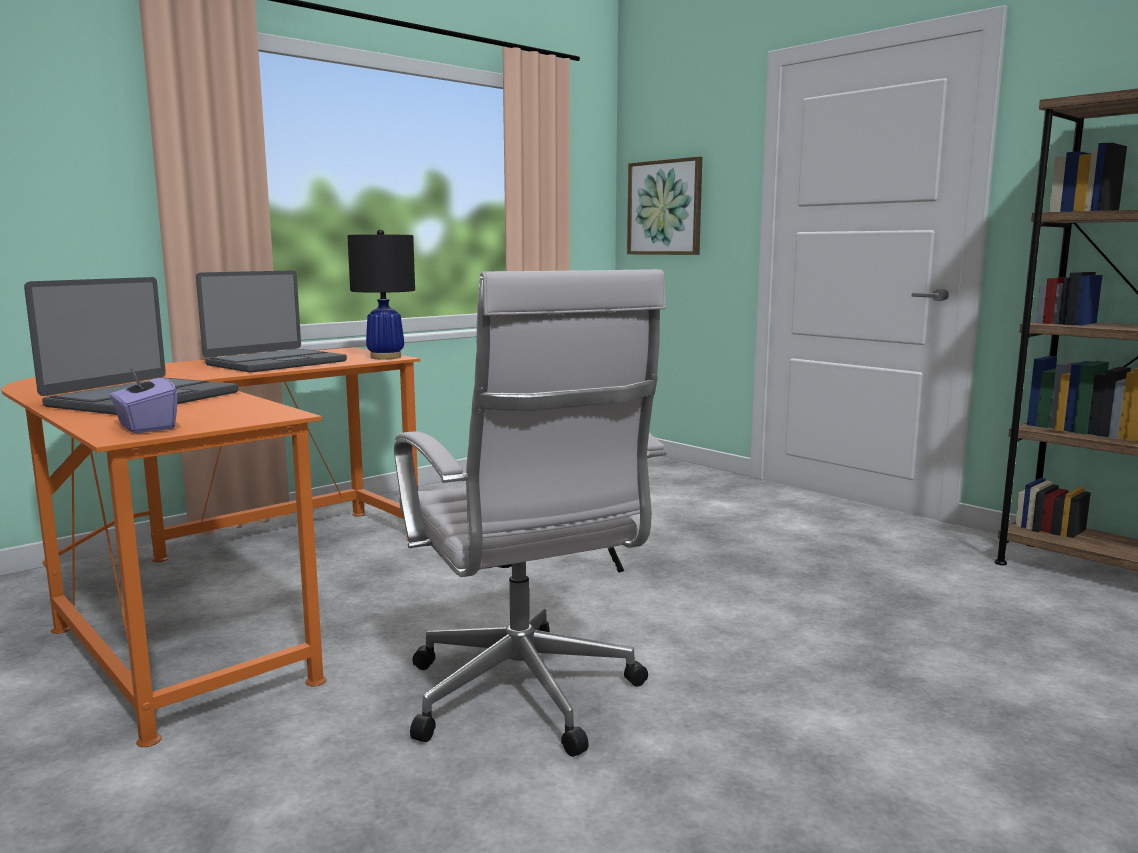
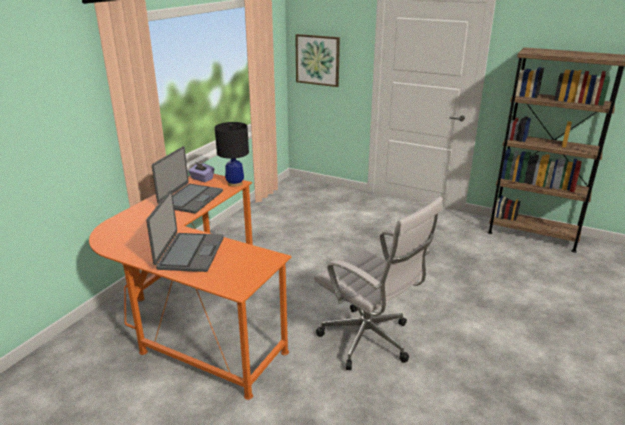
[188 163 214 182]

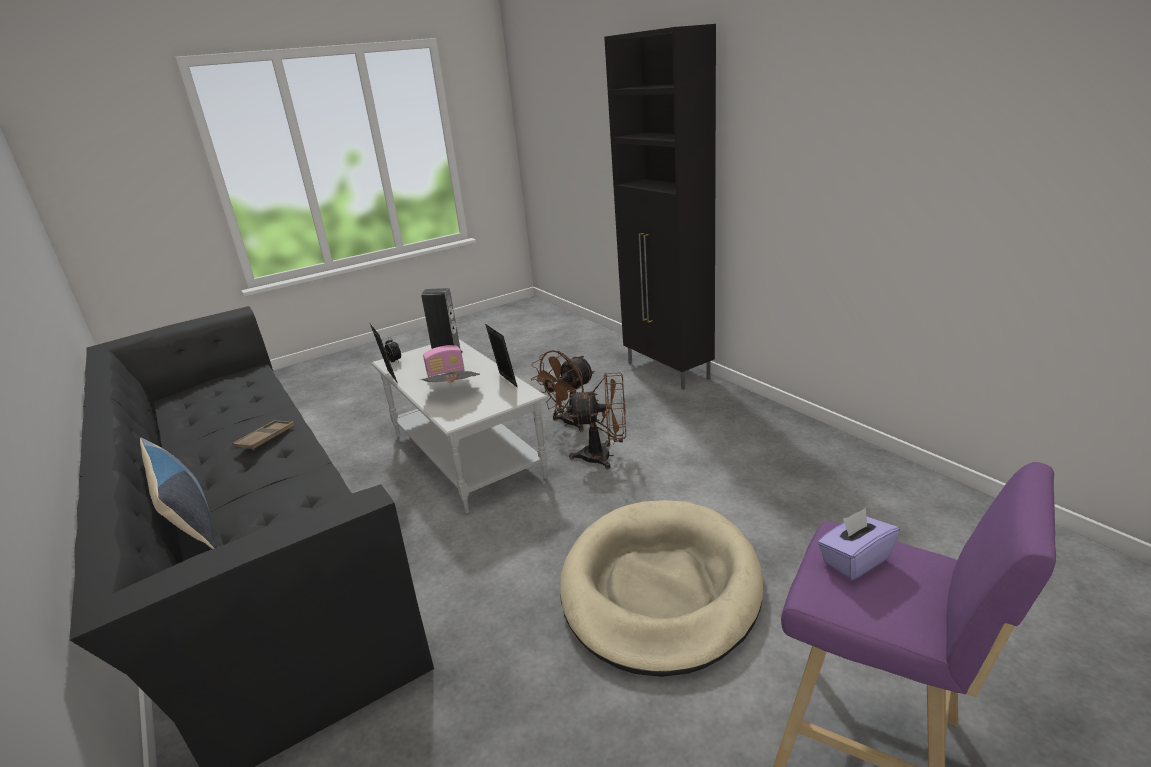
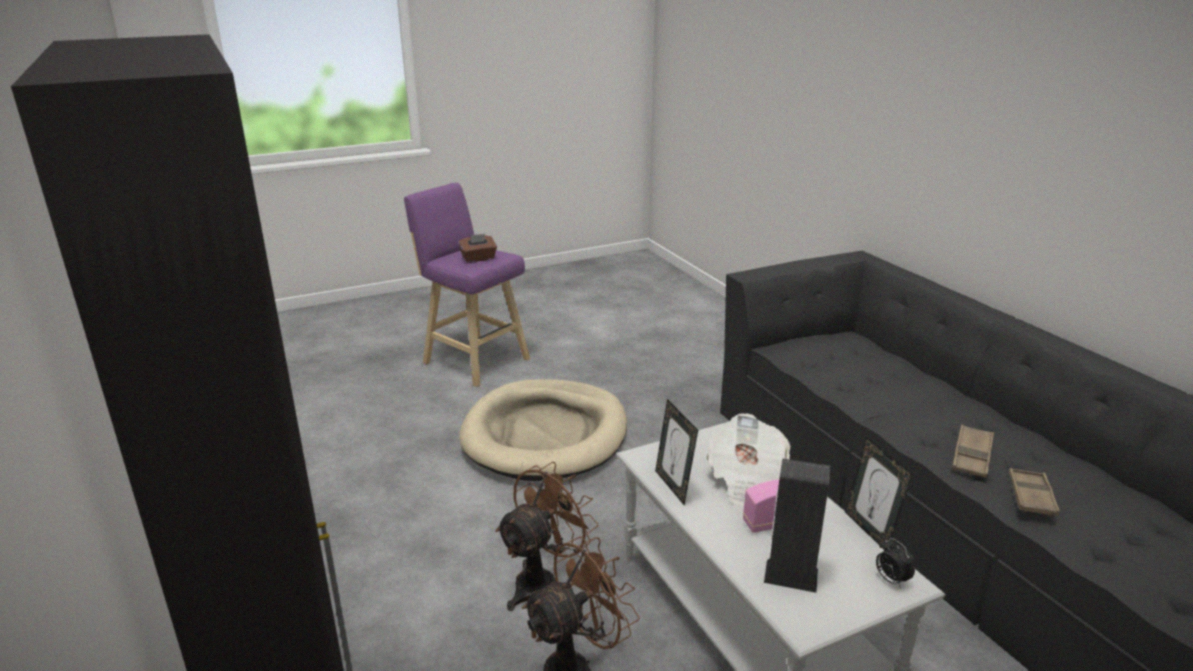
[140 438 216 549] (first image)
[1009 468 1060 517]
[458 234 497 263]
[495 462 599 611]

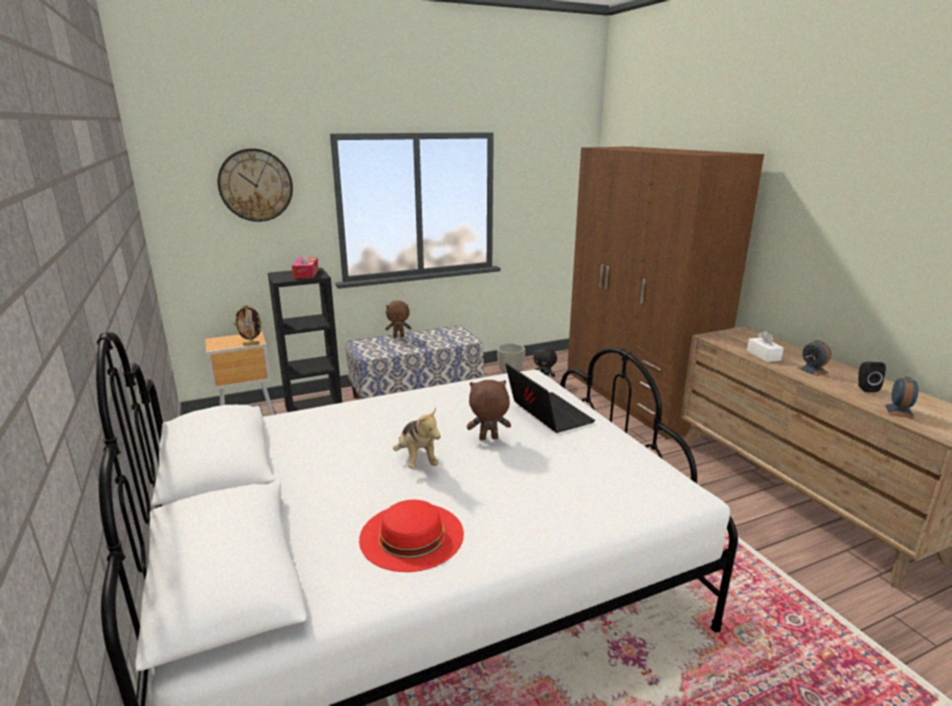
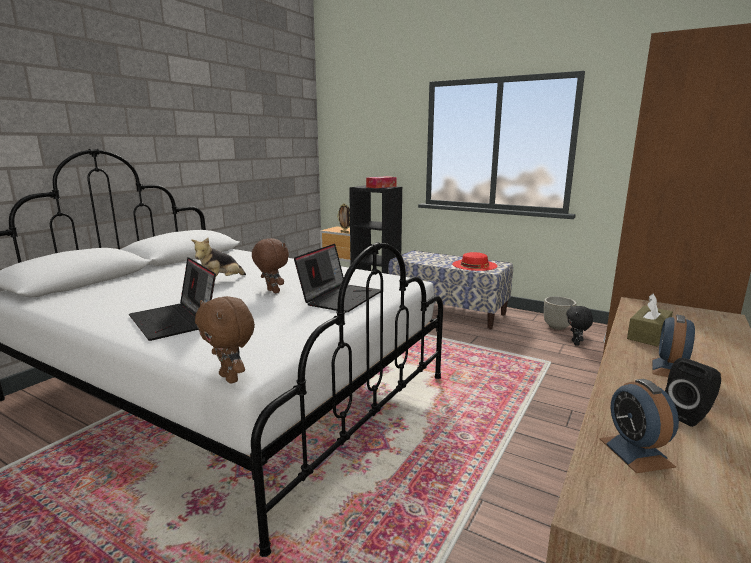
[218 148 293 222] (first image)
[129 257 216 341]
[452 252 498 271]
[195 296 255 384]
[627 294 673 346]
[599 379 679 473]

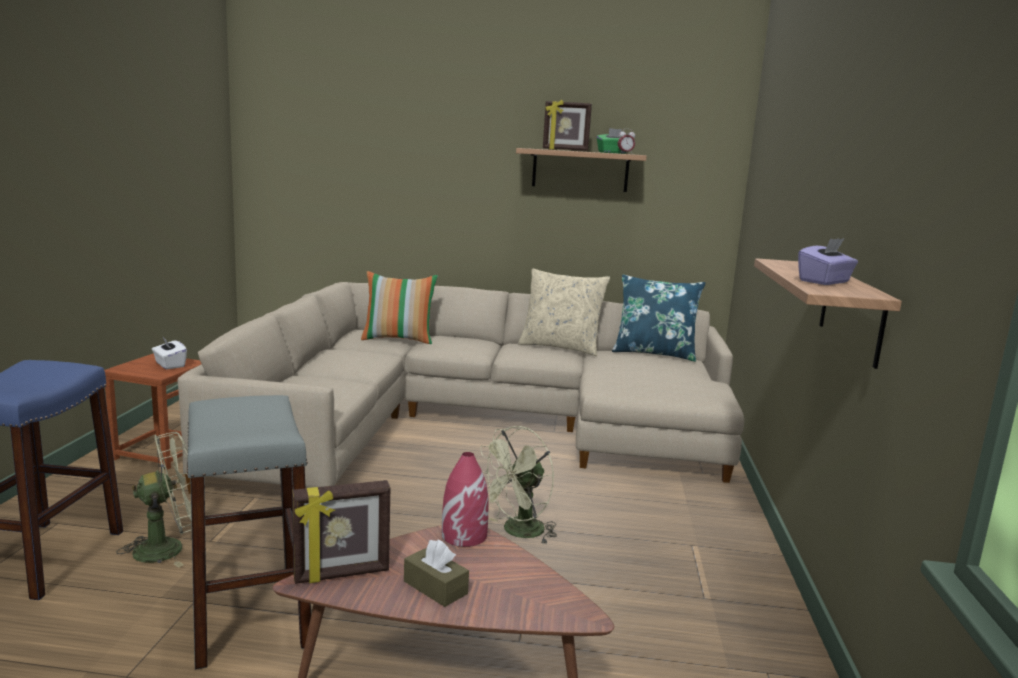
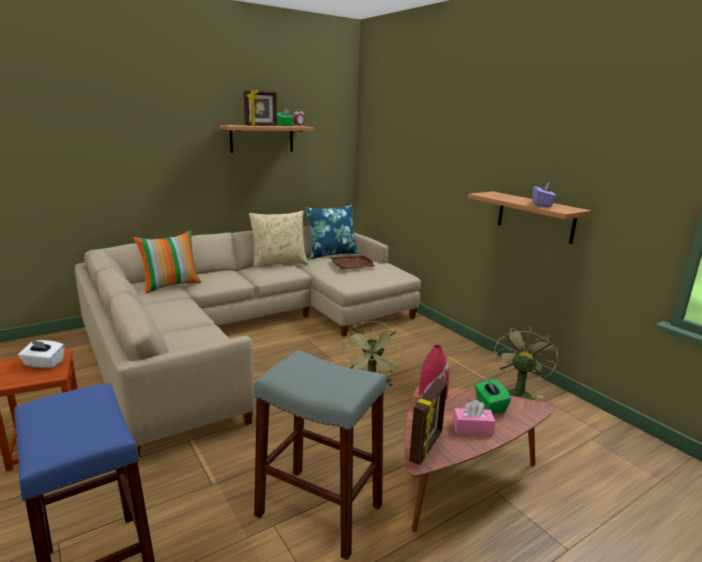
[331 255 375 269]
[474 377 511 413]
[494 326 558 400]
[453 400 496 435]

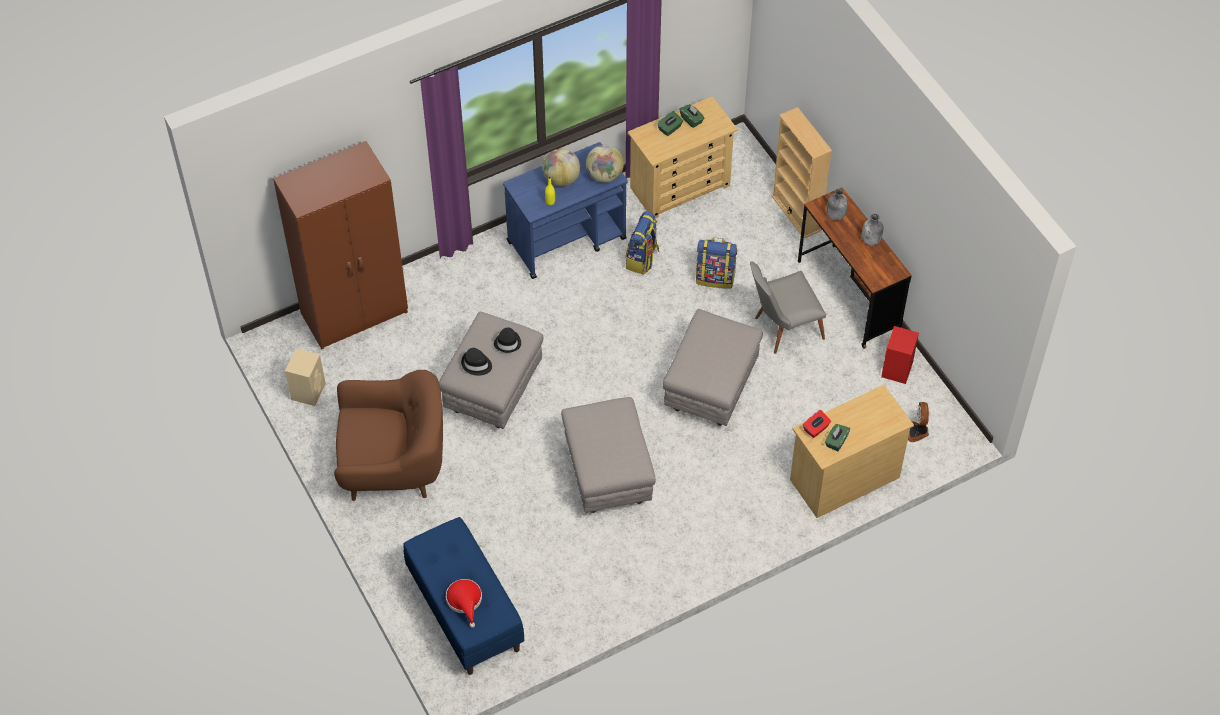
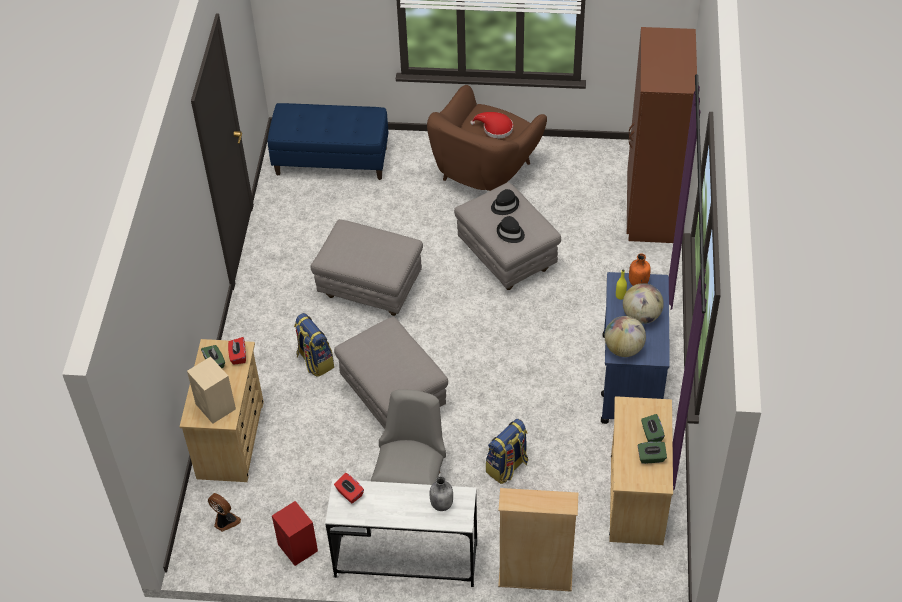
[862 214 883 246] (first image)
[334 473 364 503]
[629 253 651 286]
[187 357 236 424]
[470 112 513 139]
[294 313 334 377]
[325 479 477 587]

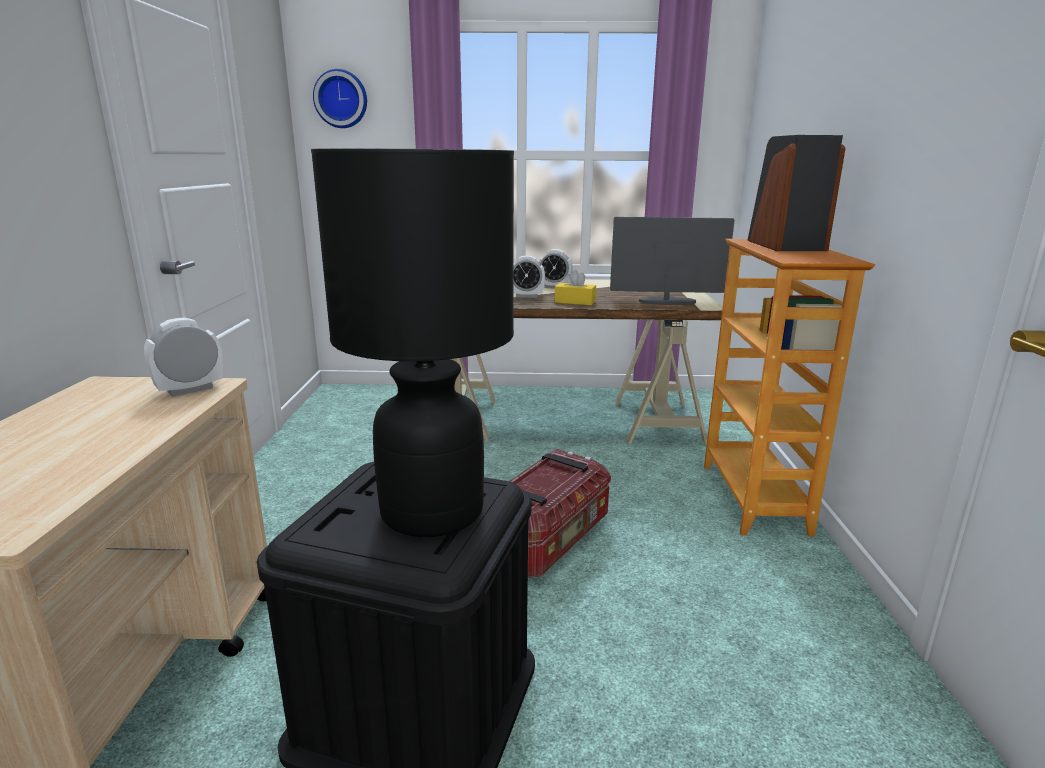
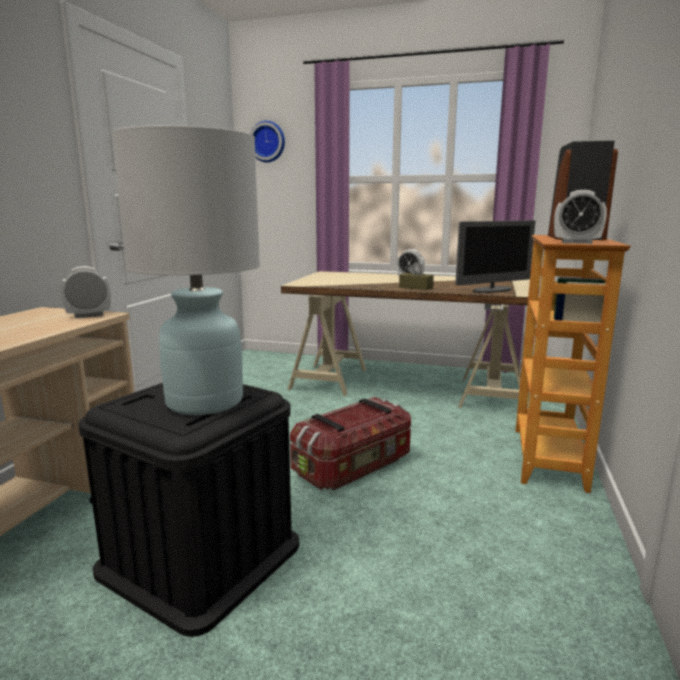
[554 190 607 244]
[112 125 260 415]
[399 262 434 290]
[455 220 536 293]

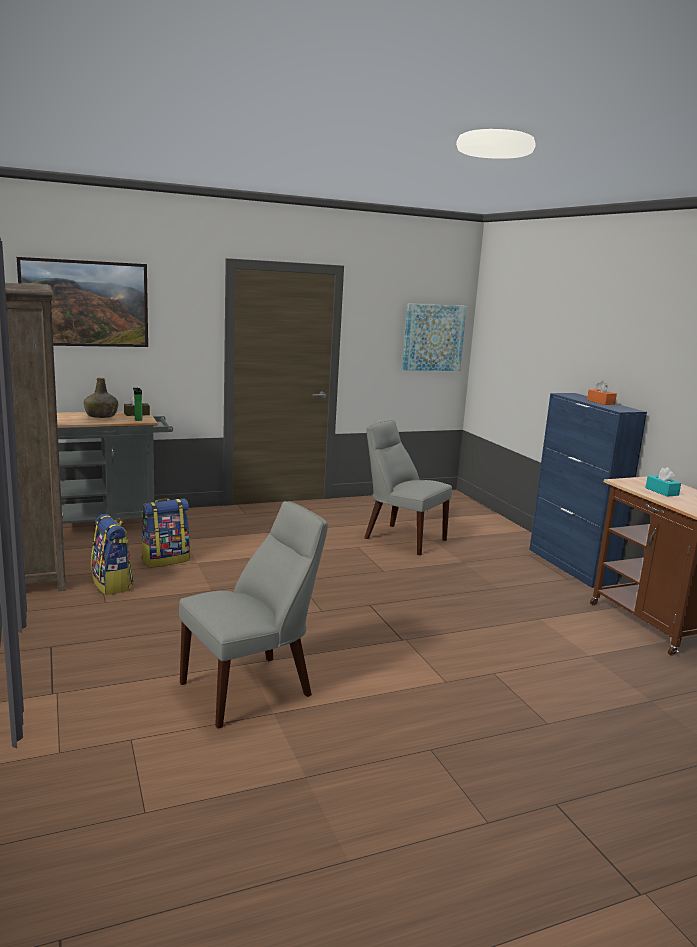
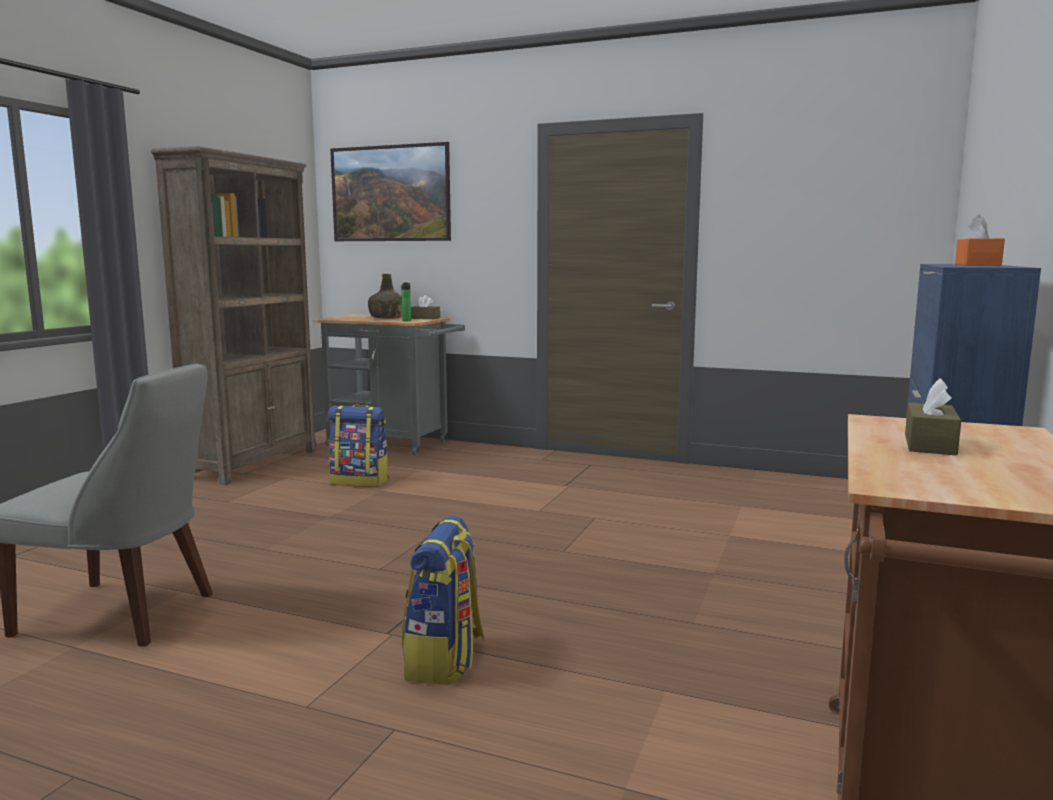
[364 420 452 556] (first image)
[402 303 467 371] (first image)
[402 516 484 685]
[905 378 961 455]

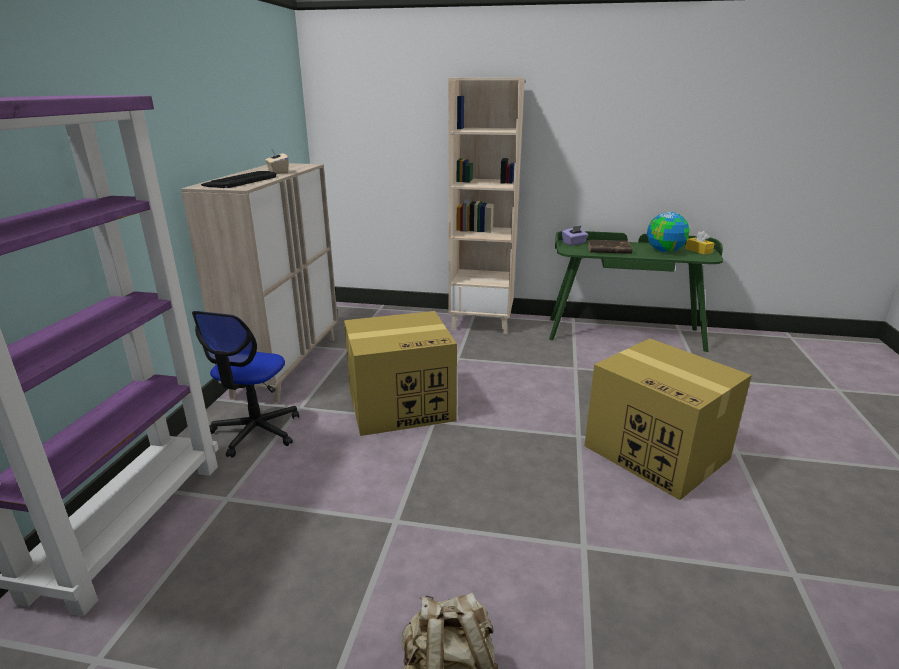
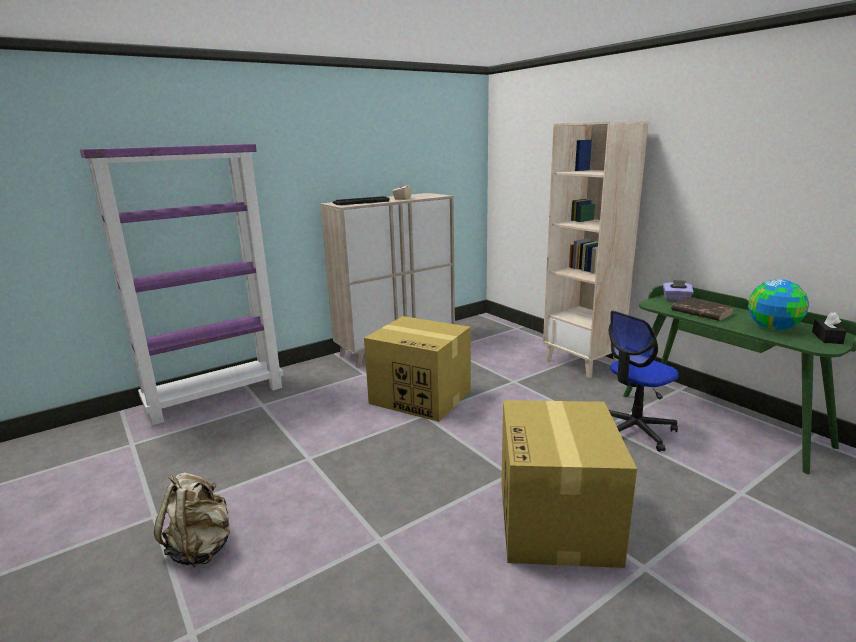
[609 311 679 452]
[812 312 847 344]

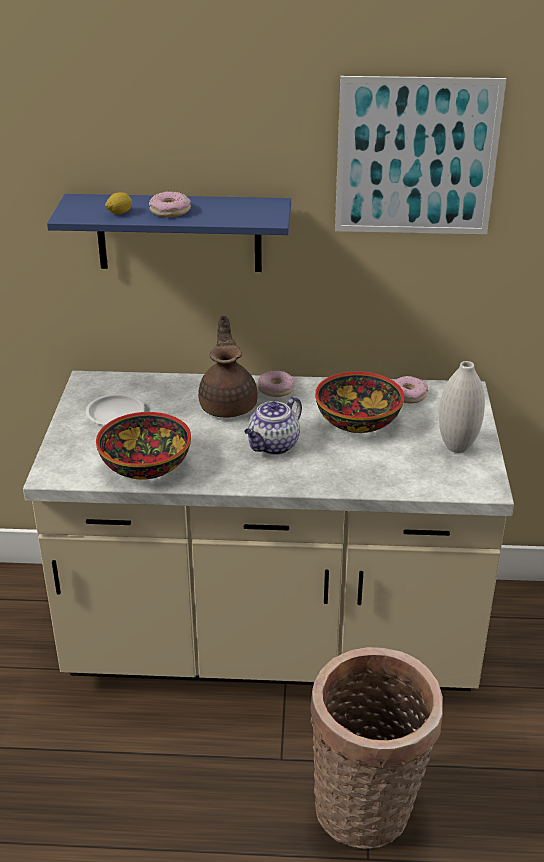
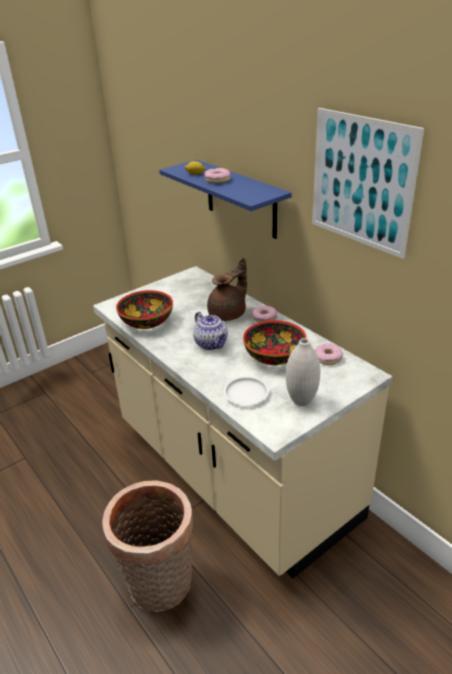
[223 376 269 405]
[193 312 228 350]

